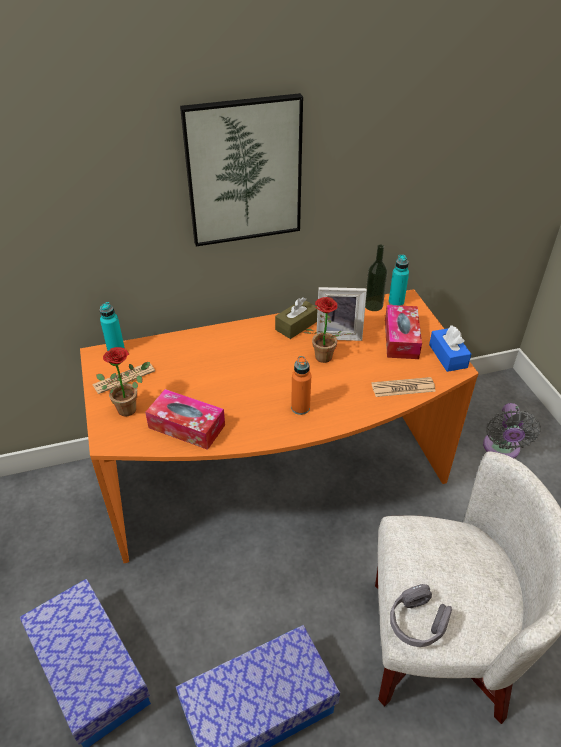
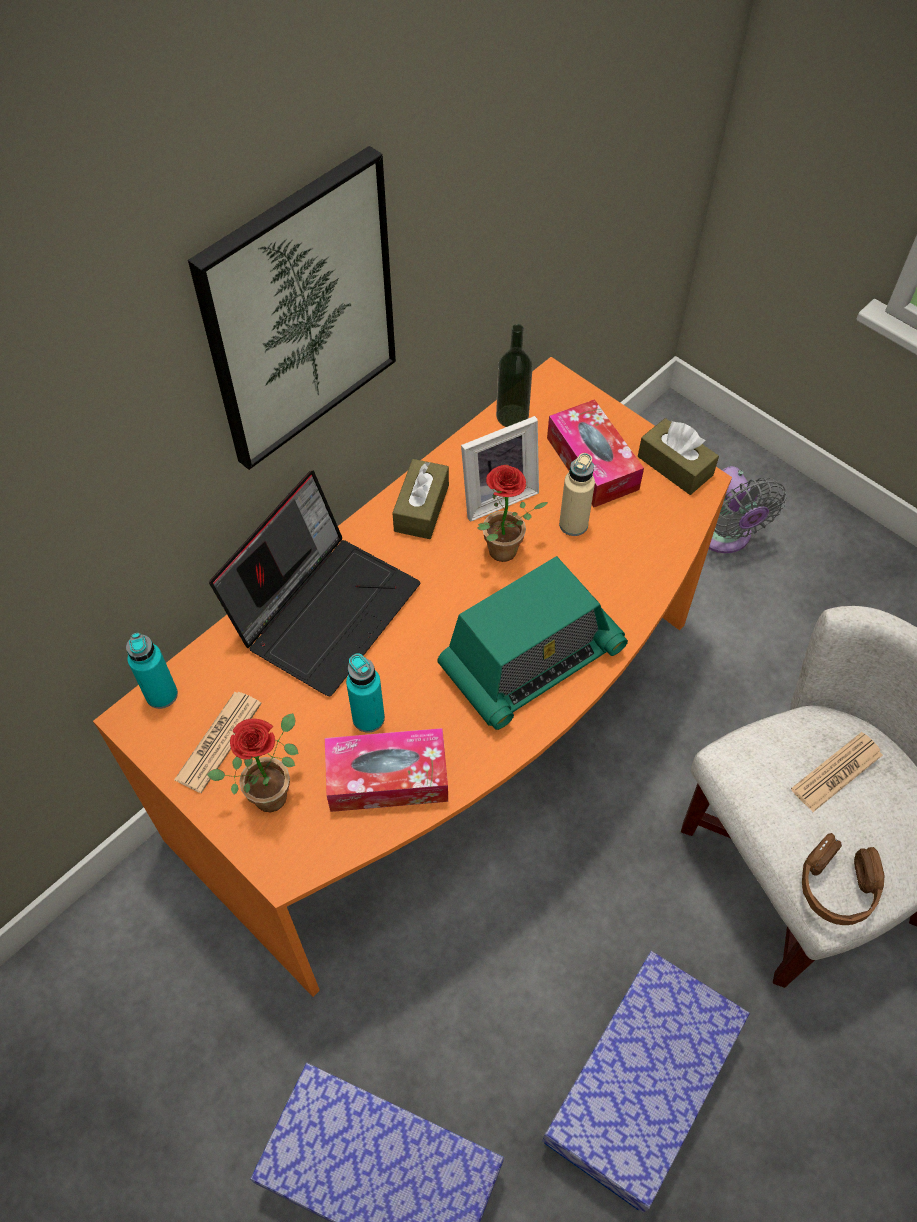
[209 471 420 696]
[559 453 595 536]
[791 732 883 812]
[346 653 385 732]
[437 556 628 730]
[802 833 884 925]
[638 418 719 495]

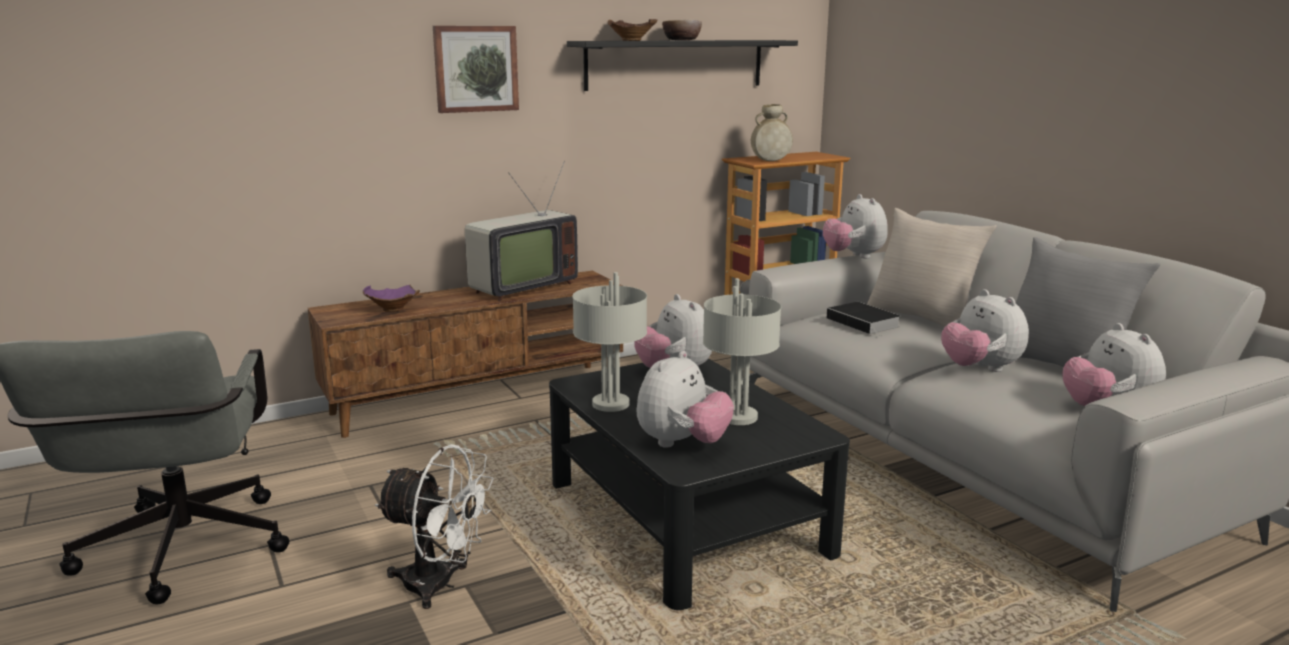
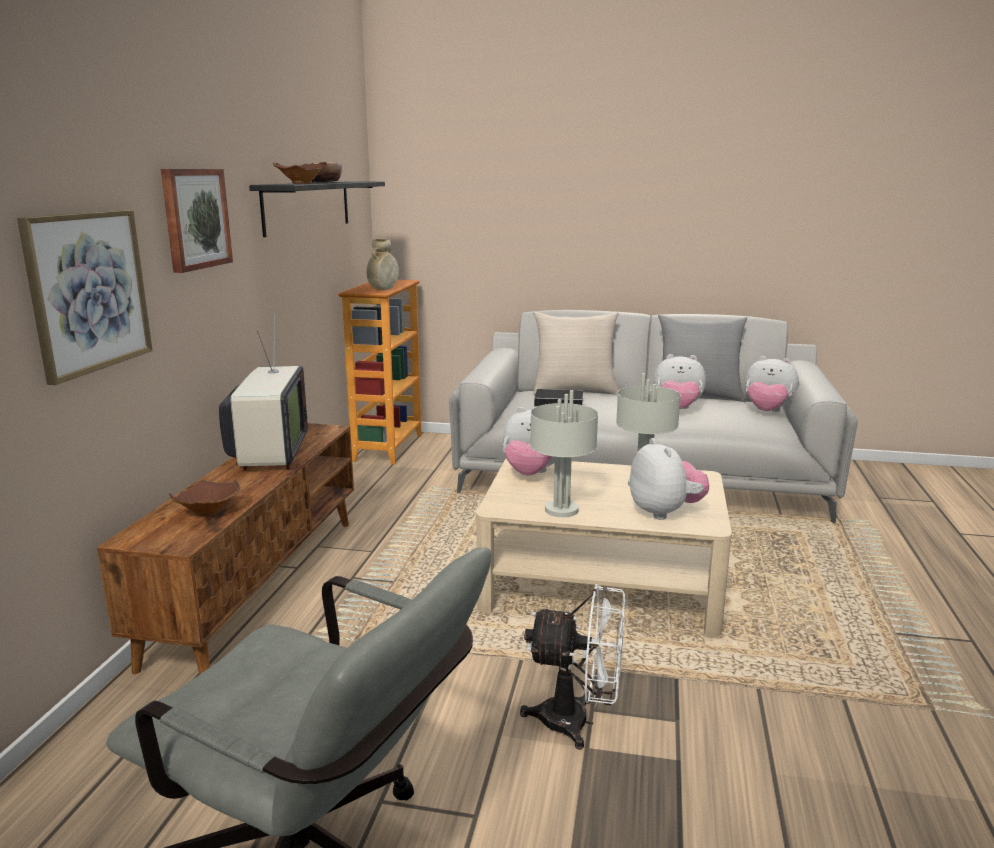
[823 194 888 258] (first image)
[17 210 153 385]
[169 479 240 517]
[476 459 732 638]
[520 584 625 750]

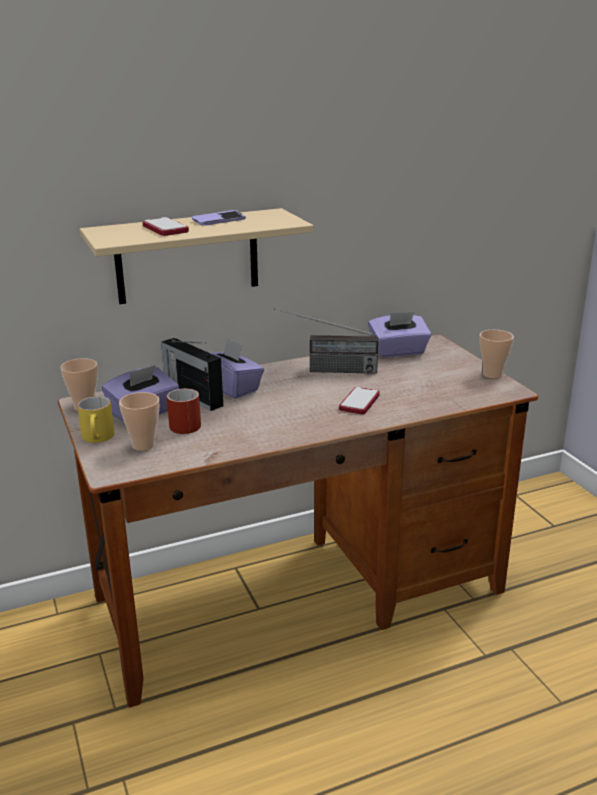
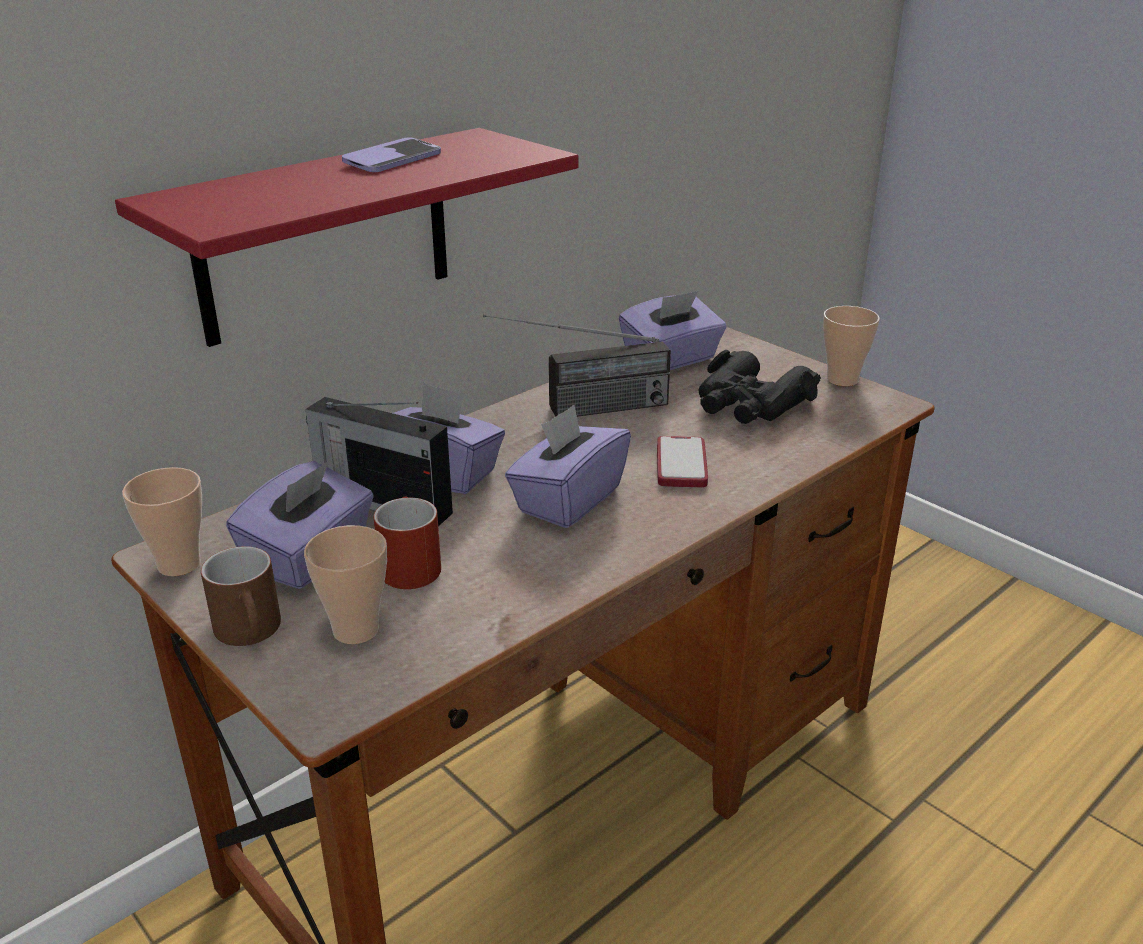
[142 217 189 236] (first image)
[505 405 631 528]
[699 350 821 424]
[201 546 281 646]
[115 128 579 347]

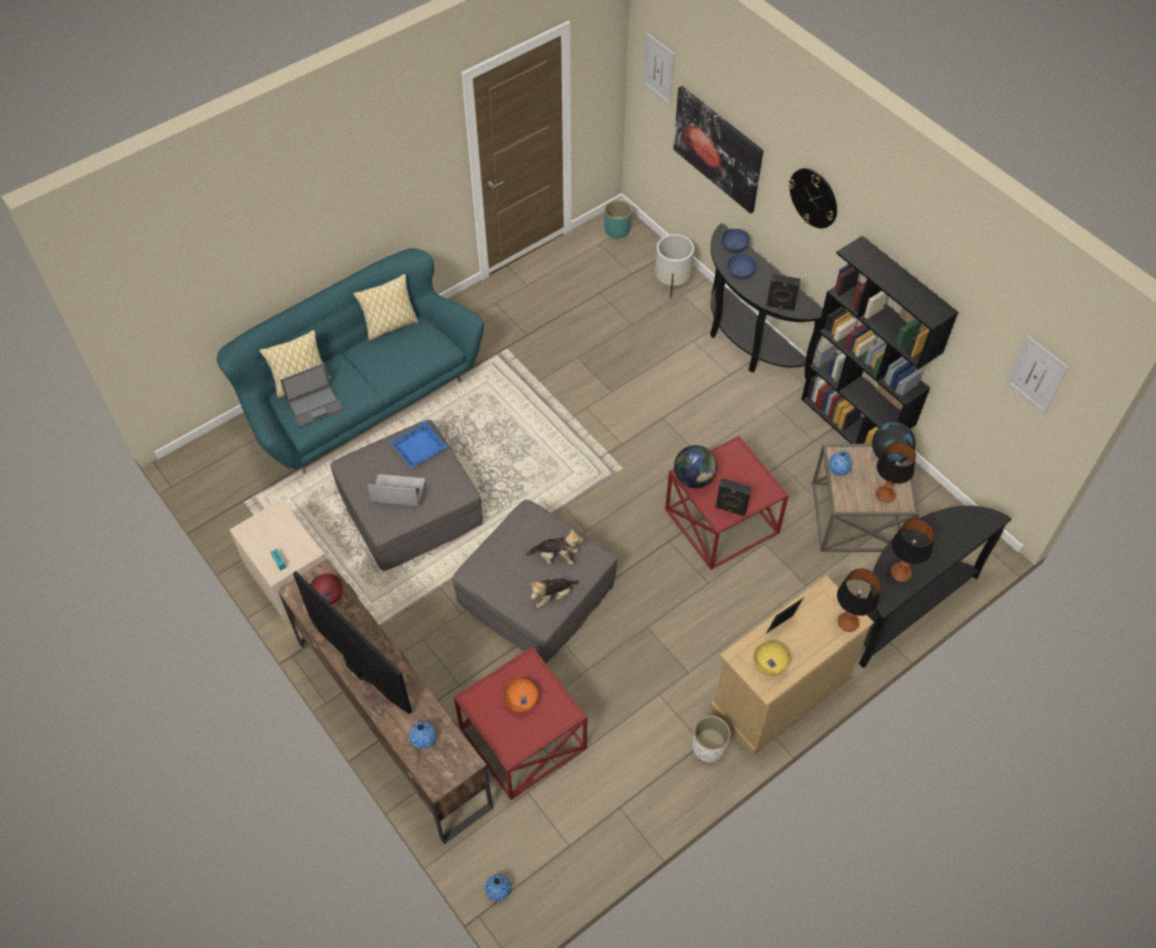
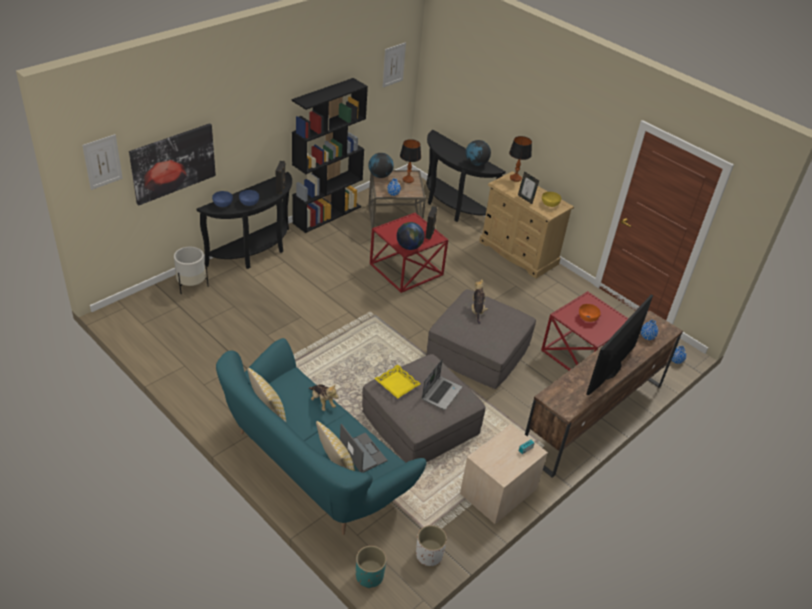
[310 573 343 605] (first image)
[788 168 837 229] (first image)
[308 384 339 411]
[356 546 387 588]
[416 525 447 566]
[465 140 491 166]
[374 365 421 399]
[422 359 462 410]

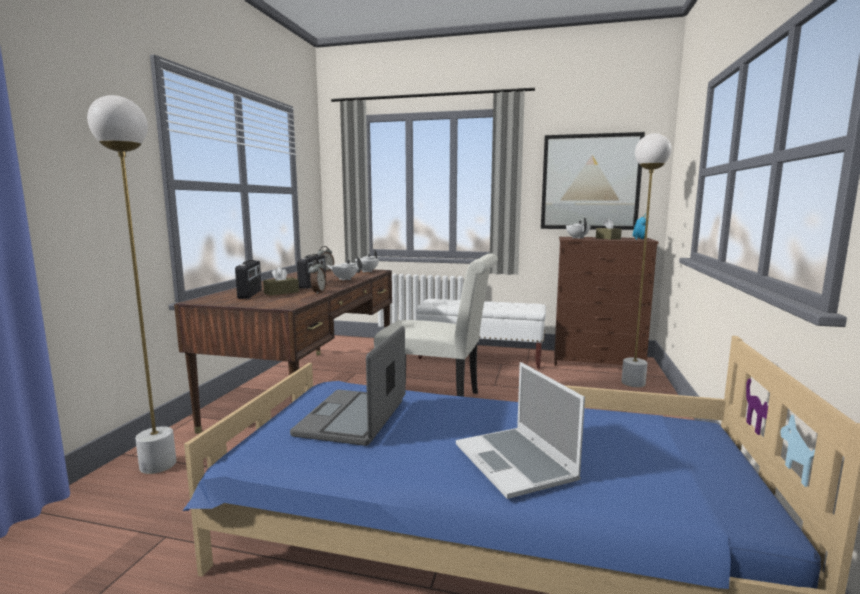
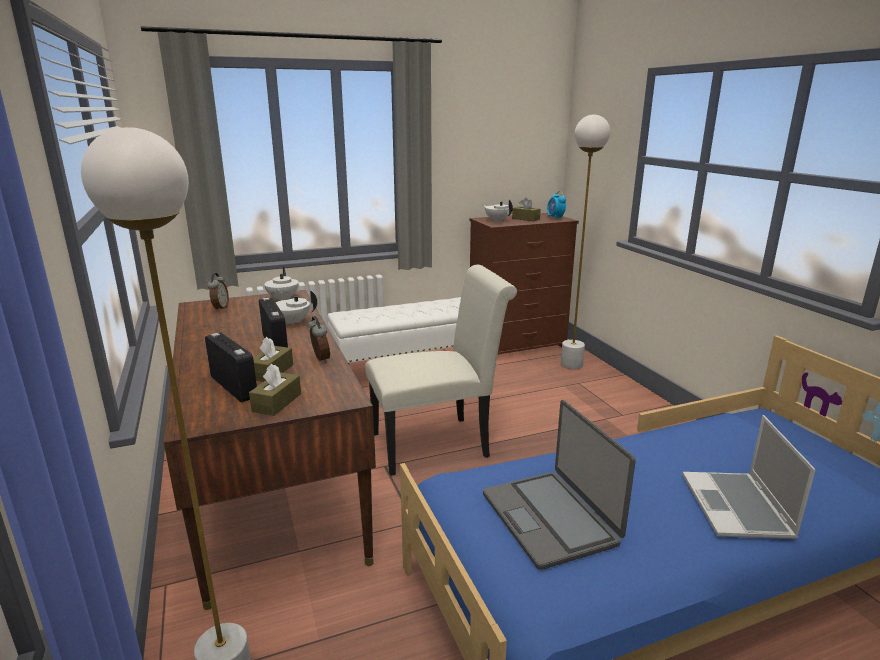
[541 132 645 230] (first image)
[249 364 301 416]
[682 415 816 539]

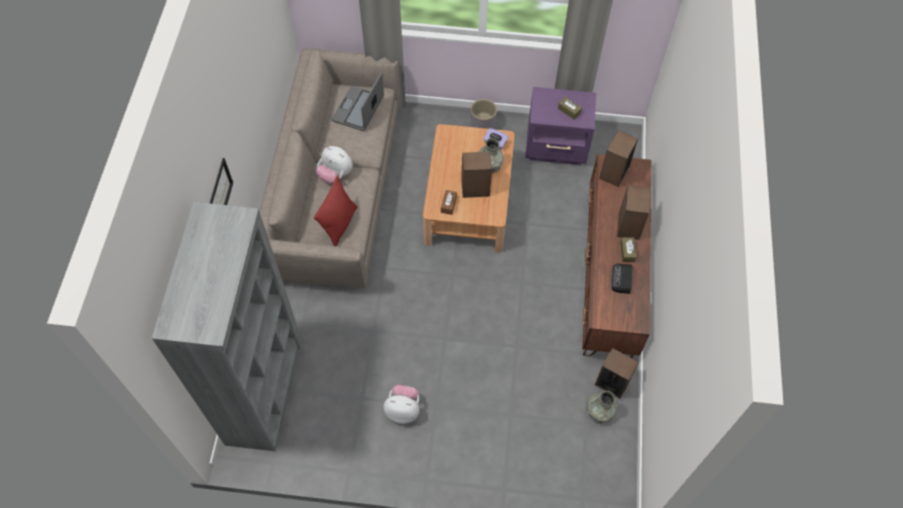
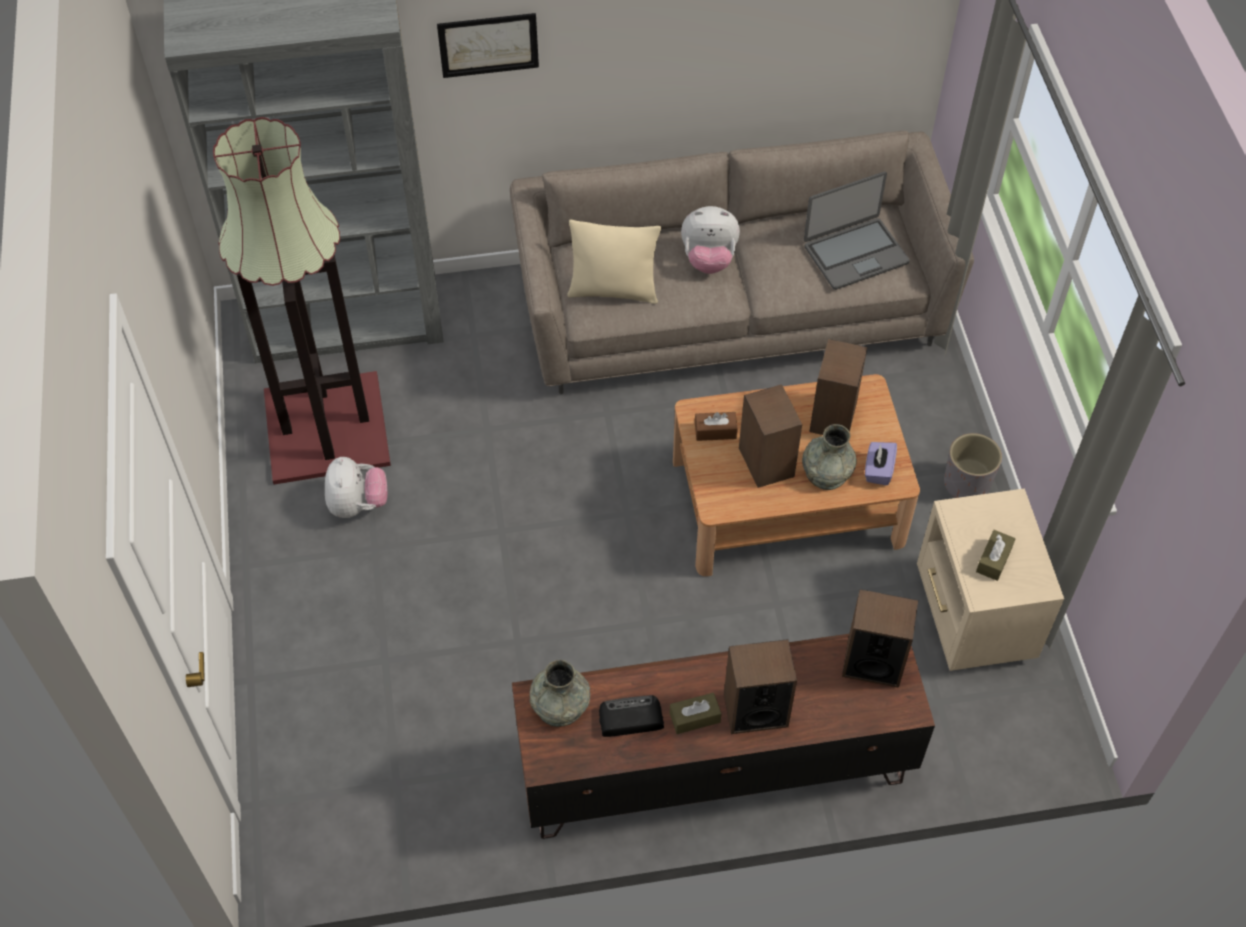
[213 117 391 485]
[530 660 590 727]
[809 339 868 435]
[567 220 661 304]
[917 489 1064 671]
[681 206 740 274]
[804 172 910 290]

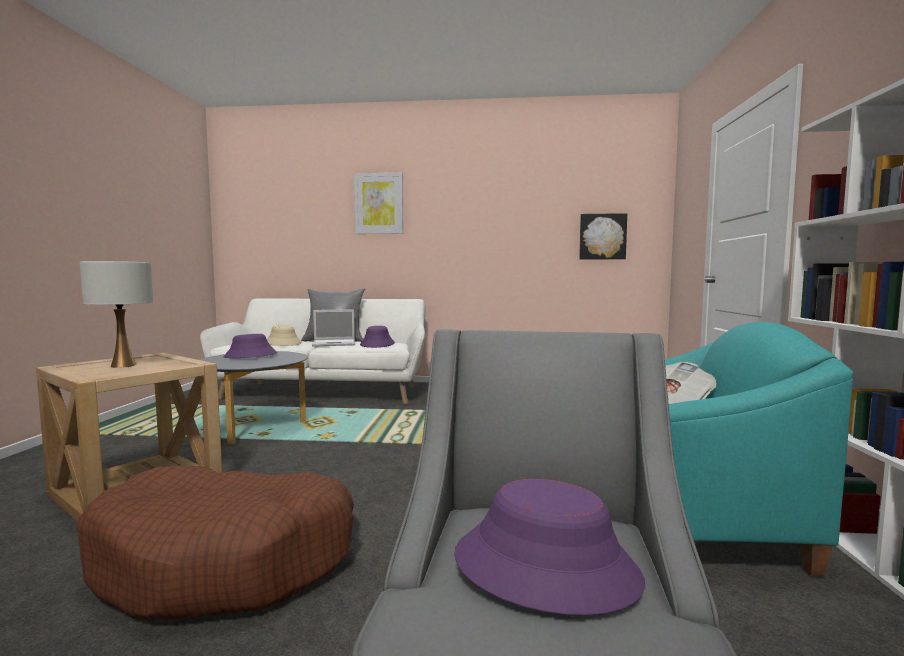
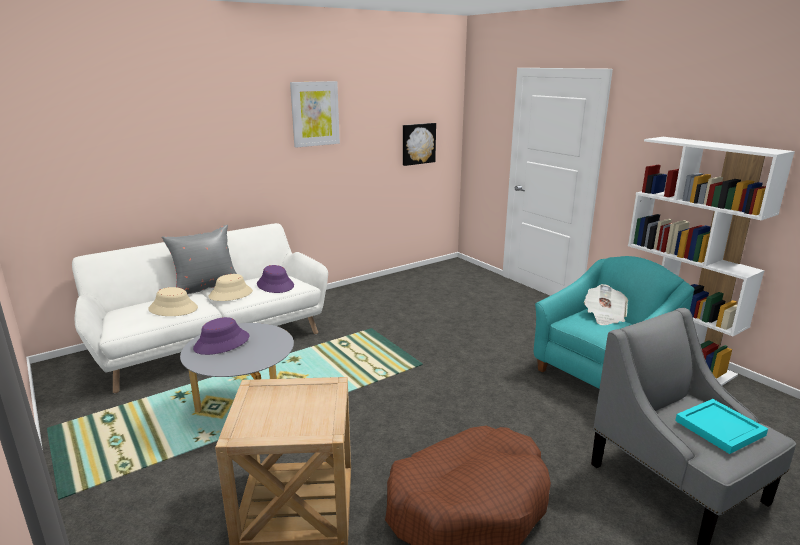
[80 261 153 368] (first image)
[290 81 340 148]
[209 274 253 301]
[675 399 768 454]

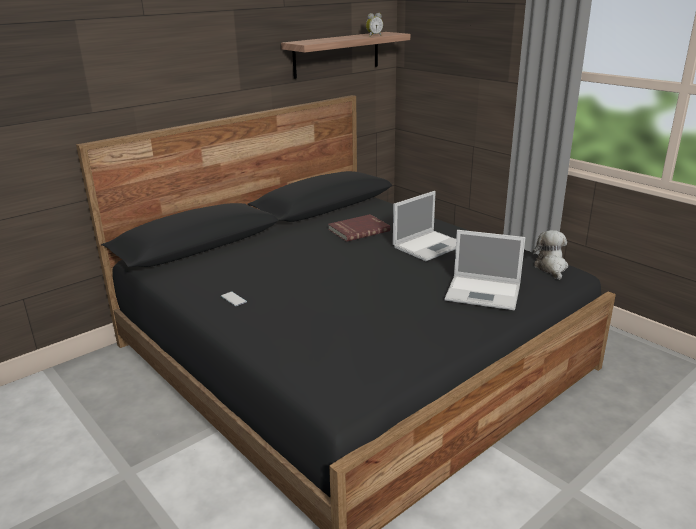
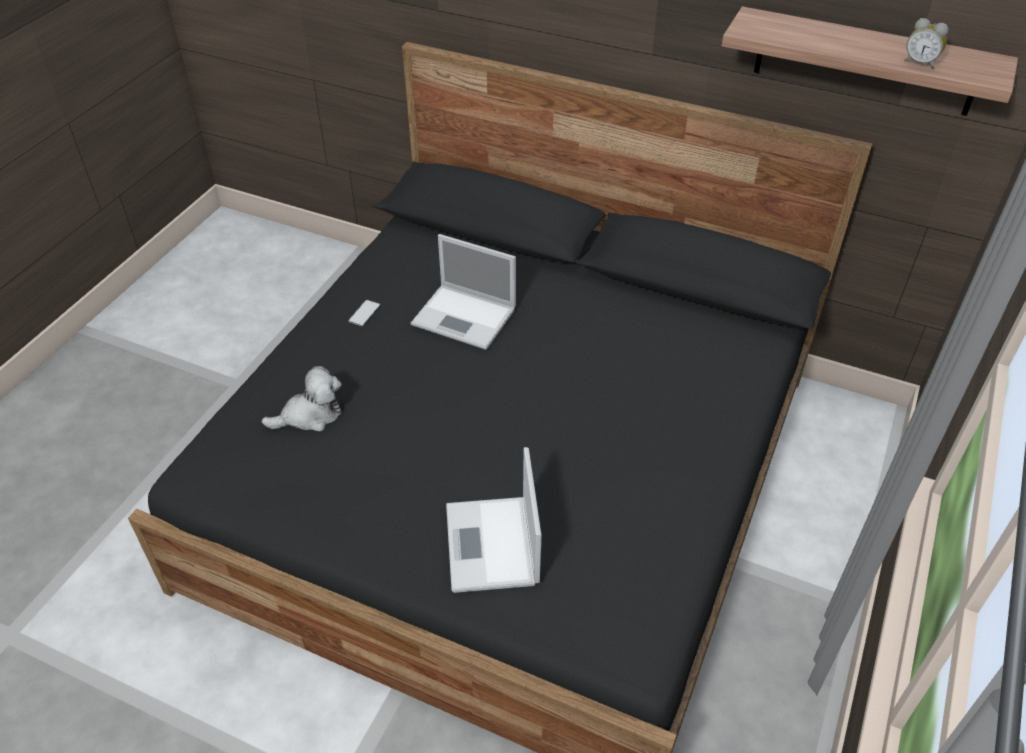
[328 214 391 242] (first image)
[411 234 516 350]
[261 366 341 431]

